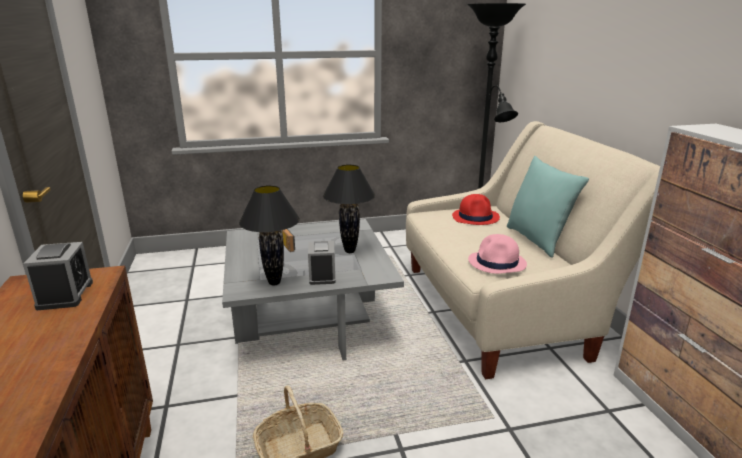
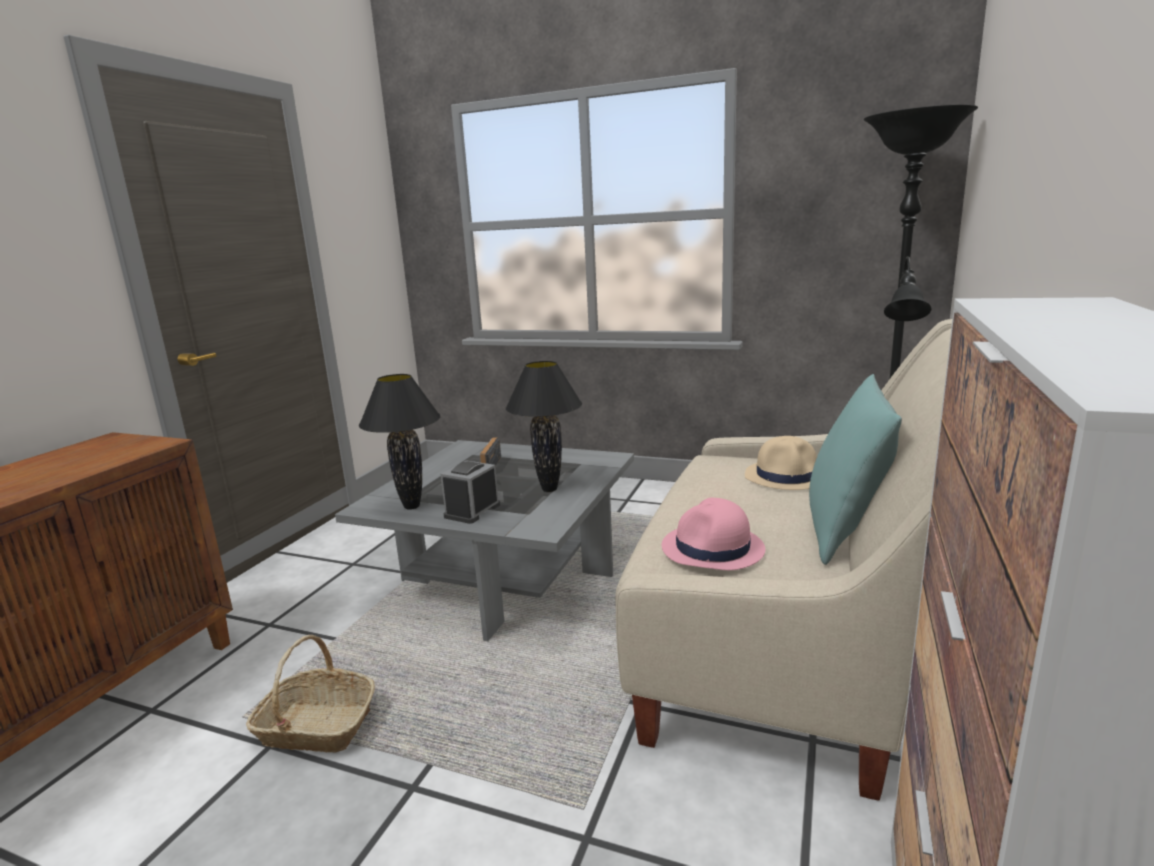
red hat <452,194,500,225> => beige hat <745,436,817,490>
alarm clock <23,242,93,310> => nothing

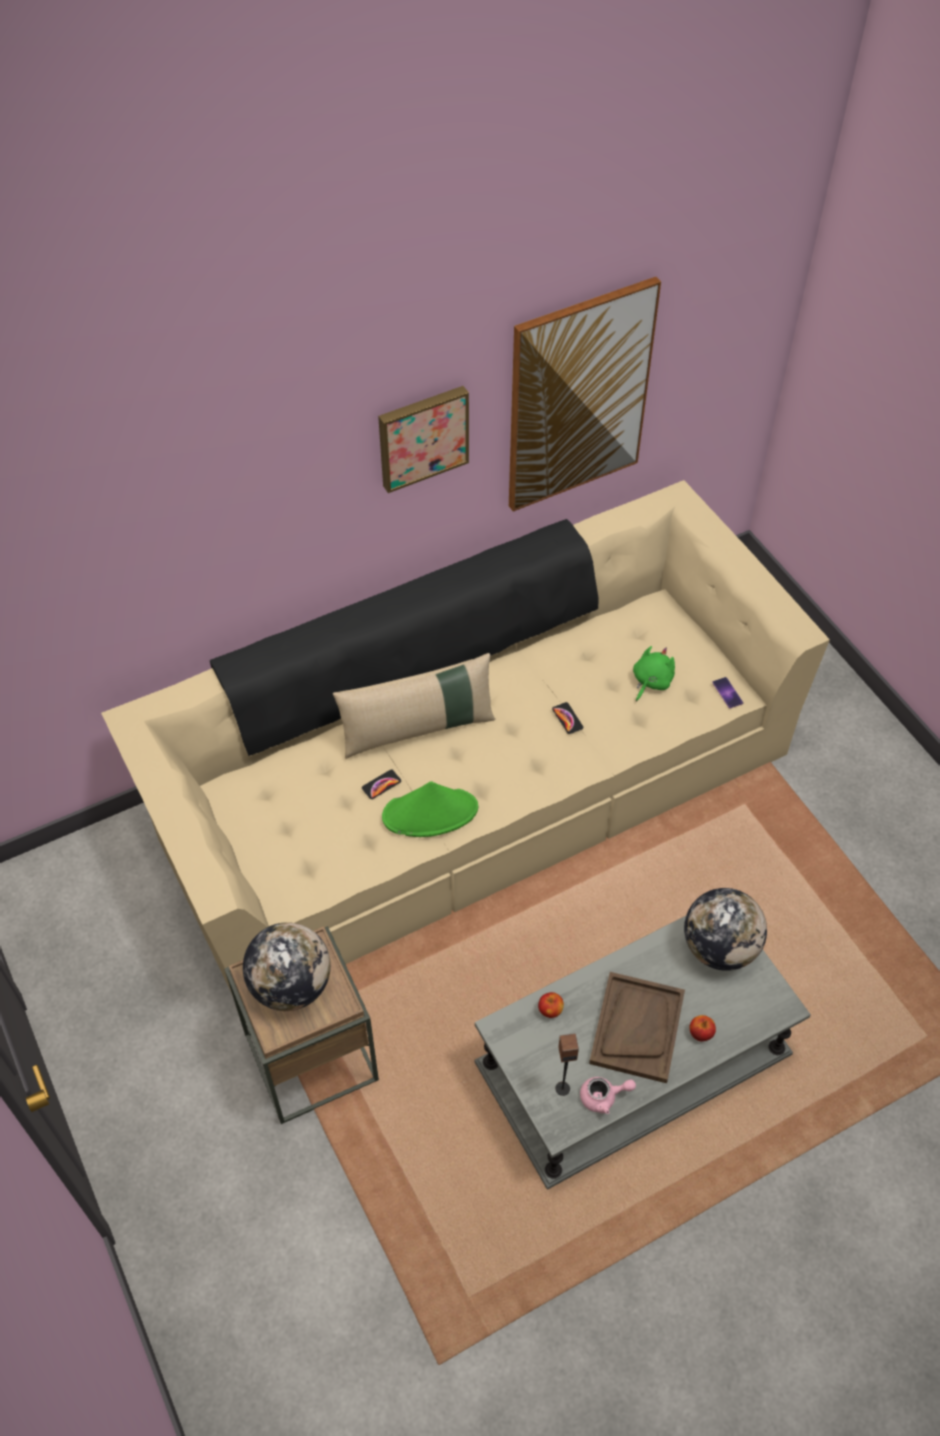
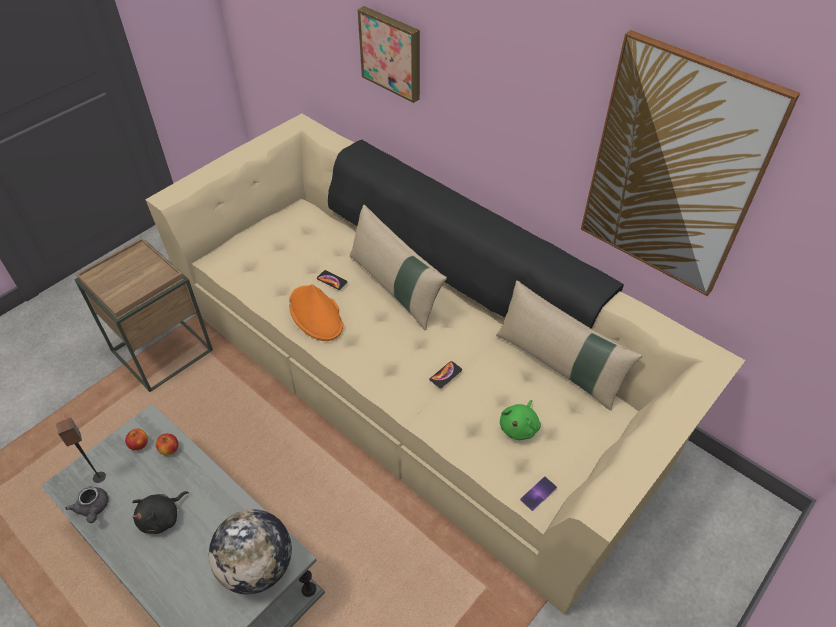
pink teapot <580,1077,636,1114> => grey teapot <65,486,108,523>
apple <689,1015,716,1041> => apple <125,429,148,451>, relocated
brown tray <589,972,685,1083> => black plush toy <132,491,189,534>
green hat <382,781,478,837> => orange hat <289,284,343,341>
picture <378,386,469,493> => picture <358,6,420,103>, relocated
nothing => beige pillow <496,280,642,411>
green plush toy <633,646,675,702> => green plush toy <499,400,541,440>, 105 degrees clockwise
globe <243,922,331,1011> => nothing

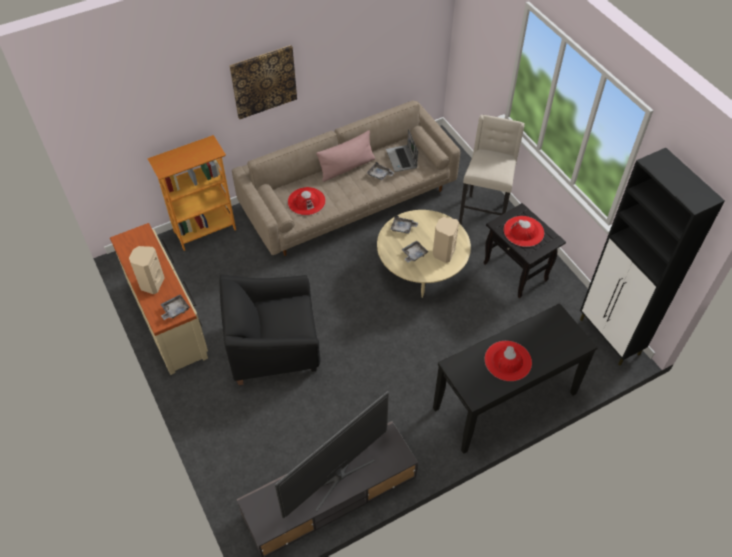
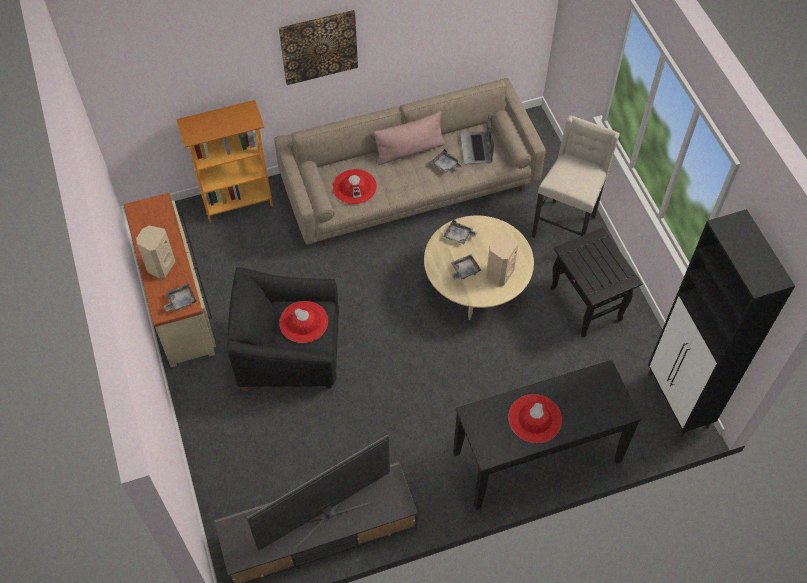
red hat <504,216,544,247> => red hat <279,301,328,343>, relocated

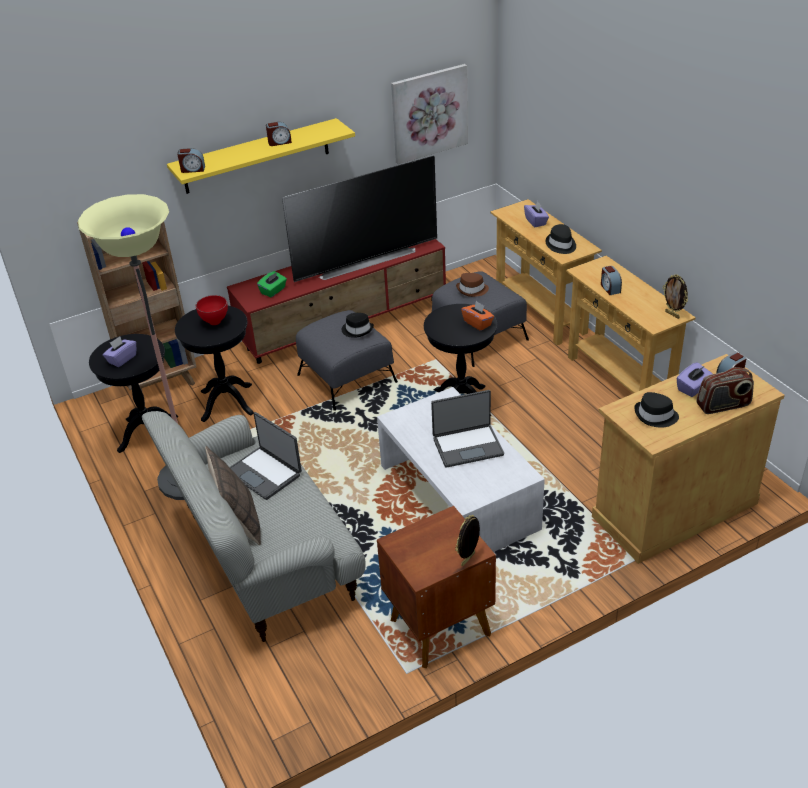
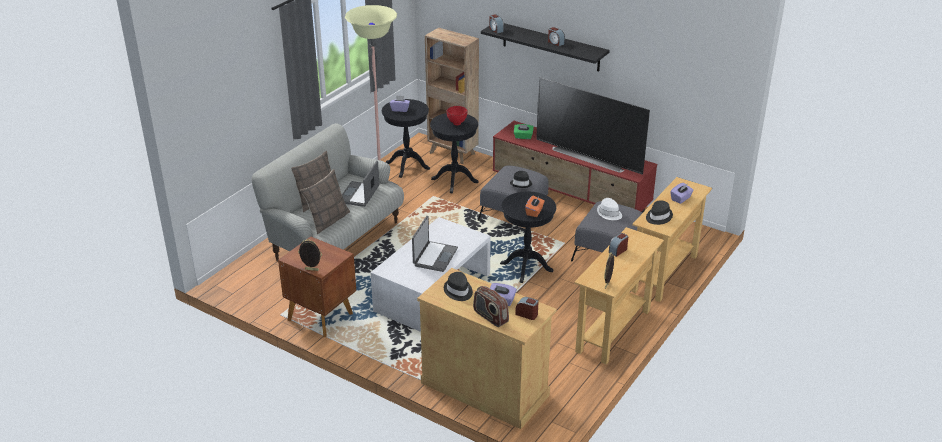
nothing => pillow <300,169,350,234>
laptop <431,390,504,468> => laptop <412,216,458,272>, 120 degrees counterclockwise
yellow shelf <167,118,355,194> => black shelf <481,23,610,71>
brown hat <456,273,489,297> => white hat <597,198,622,220>
picture <391,64,468,164> => nothing

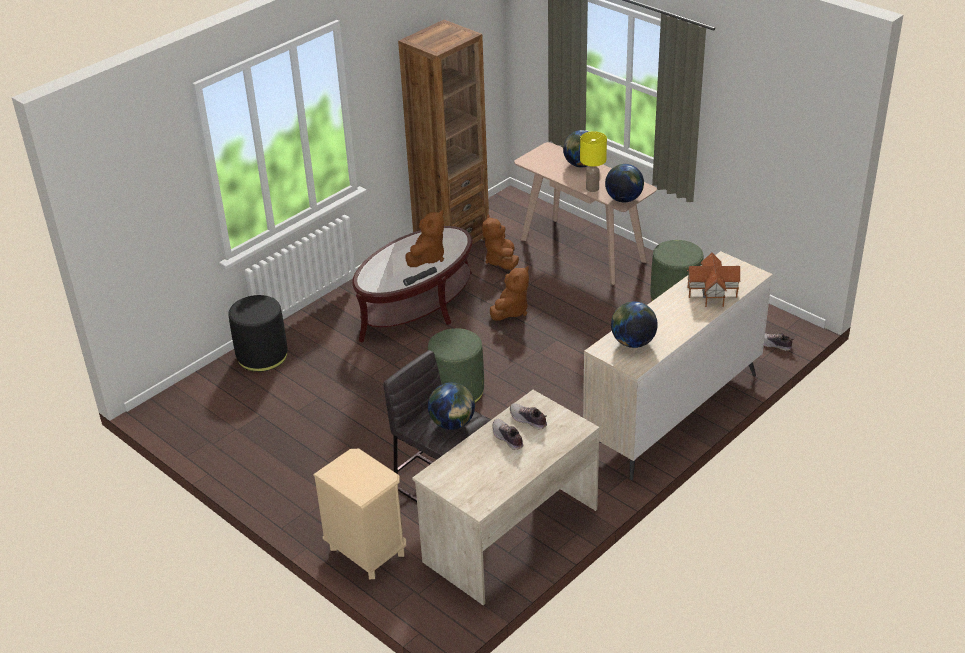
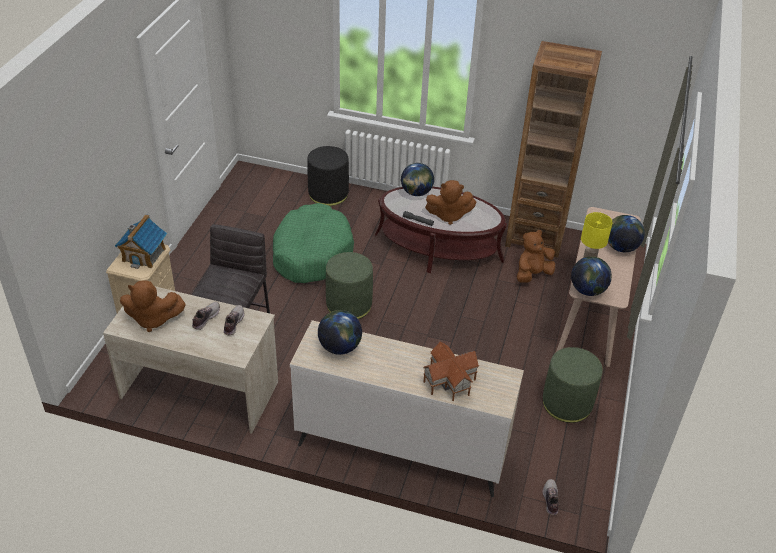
nothing => toy house <115,214,167,269>
brown plush toy <490,266,529,321> => brown plush toy <120,281,186,332>, relocated
nothing => green dog bed <273,203,354,283>
globe <428,382,475,430> => globe <401,163,434,196>, relocated

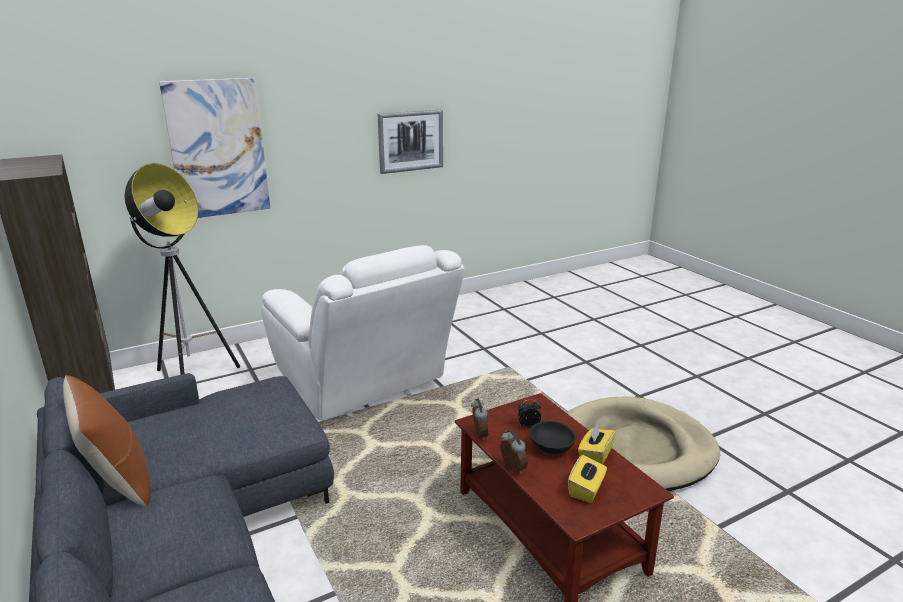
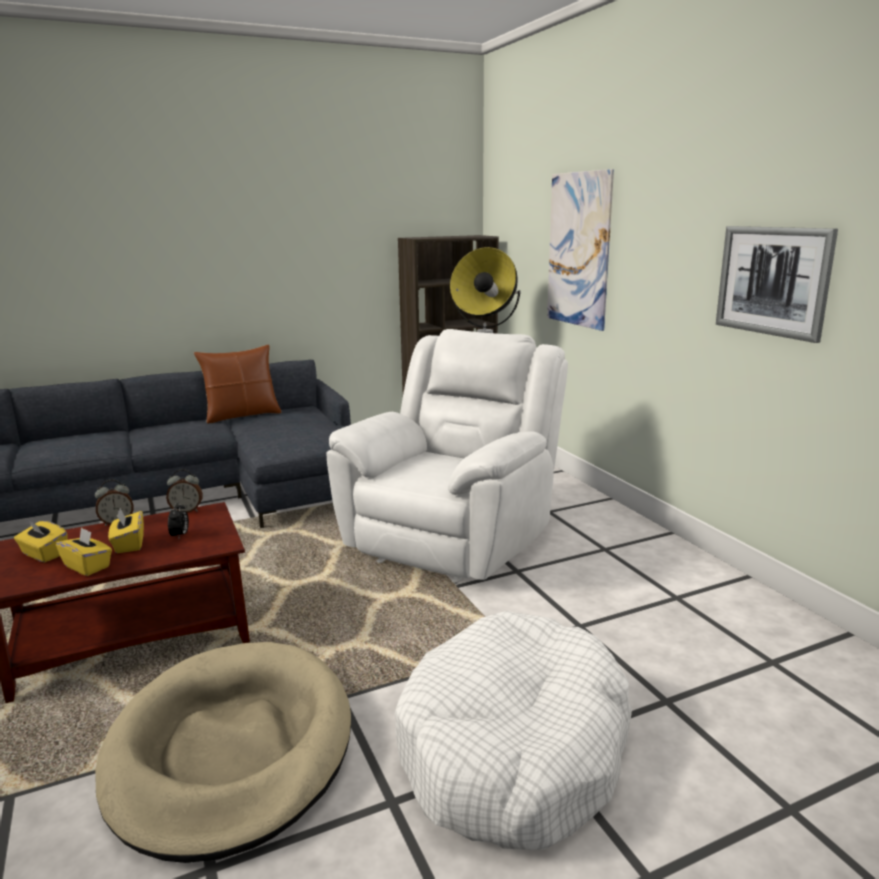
black bowl <529,421,575,454> => yellow tissue box <108,508,144,553>
white armchair <261,245,465,420> => white armchair <327,329,568,584>, 150 degrees clockwise
nothing => white dog bed <395,611,632,850>

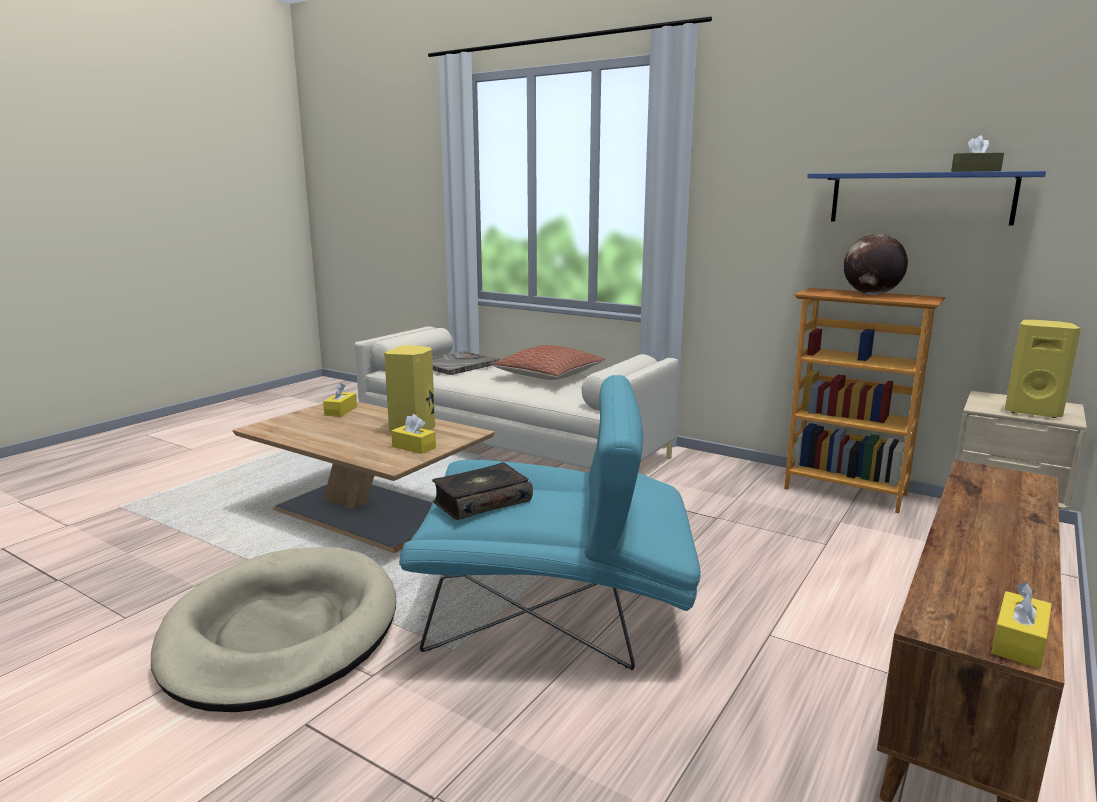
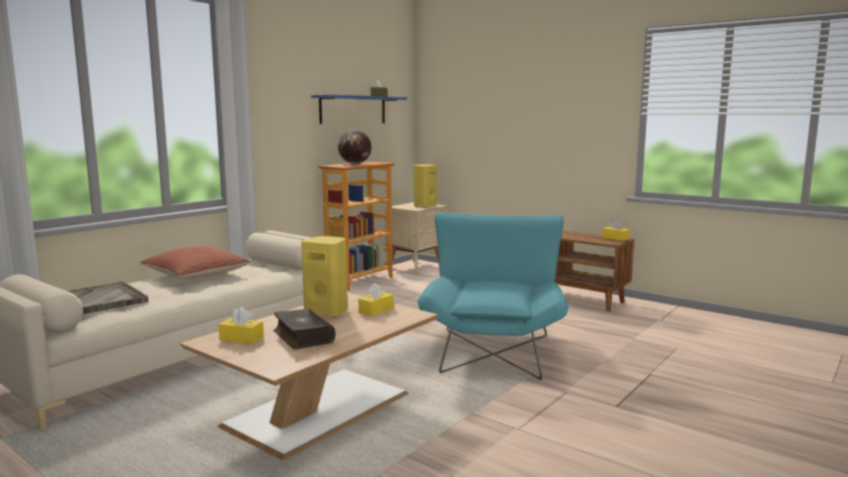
book <432,463,533,520> => book <274,309,336,349>, relocated
beige dog bed <151,547,396,712> => nothing

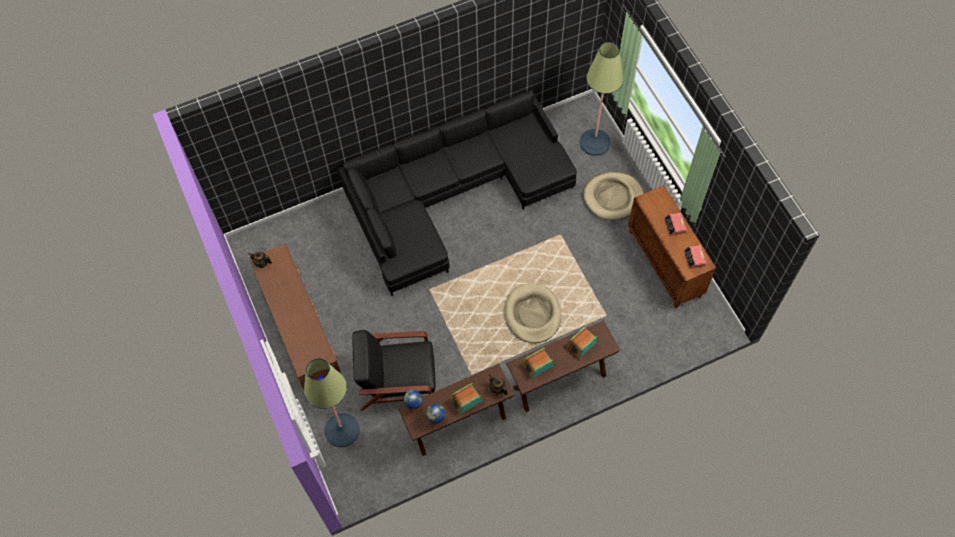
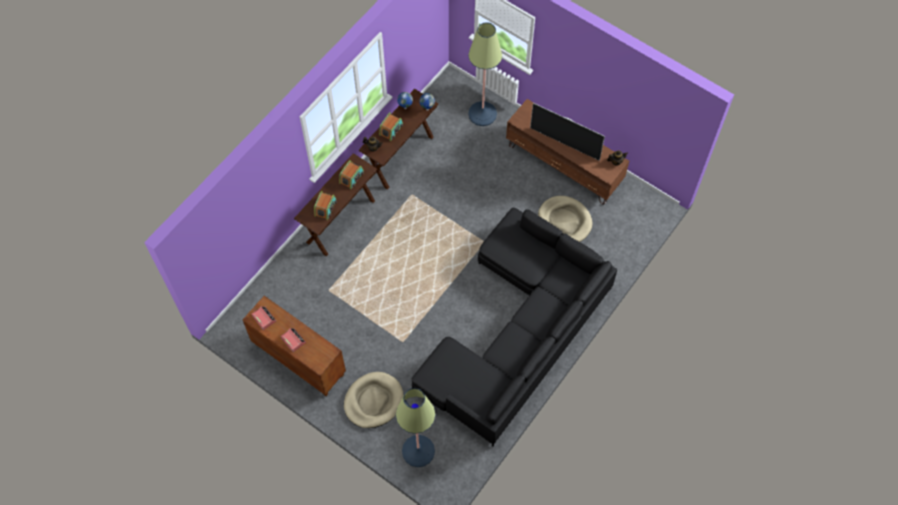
nothing => television <530,103,605,161>
beige dog bed <504,283,561,343> => beige dog bed <538,196,592,242>, relocated
black armchair <352,330,435,411> => nothing

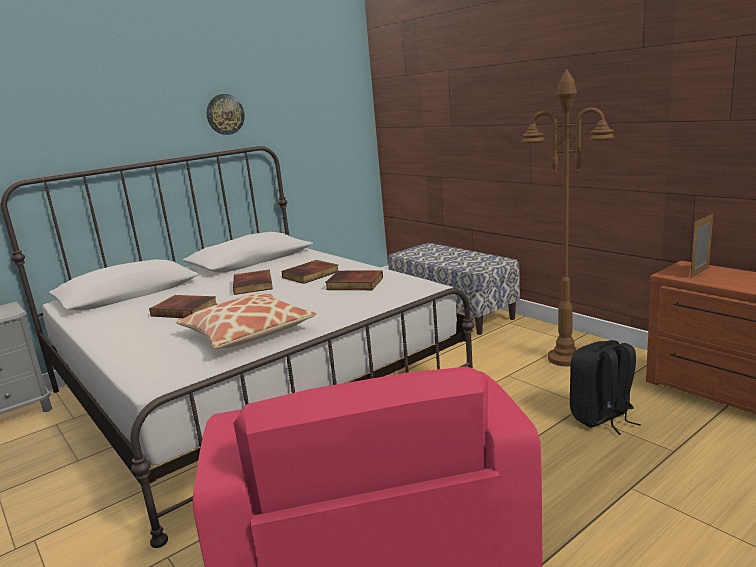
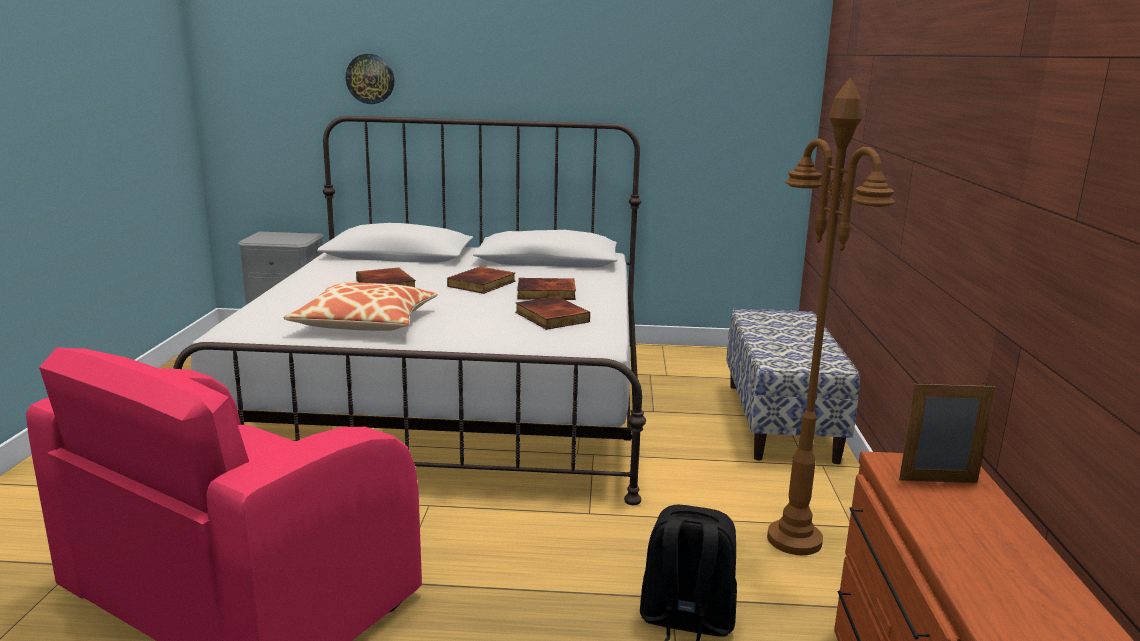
wall clock <206,94,245,135> => wall clock <346,54,394,104>, relocated

